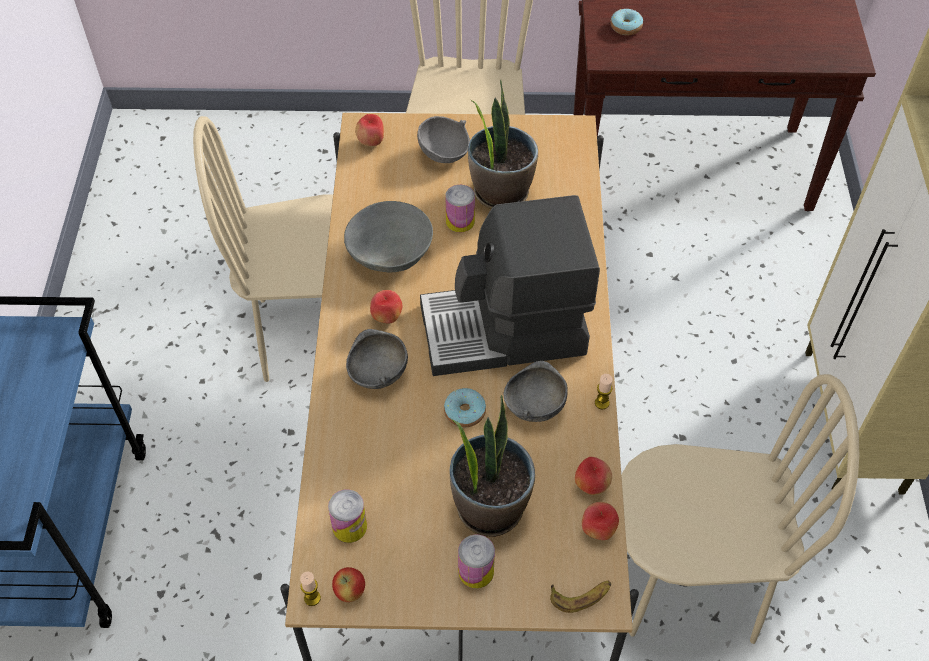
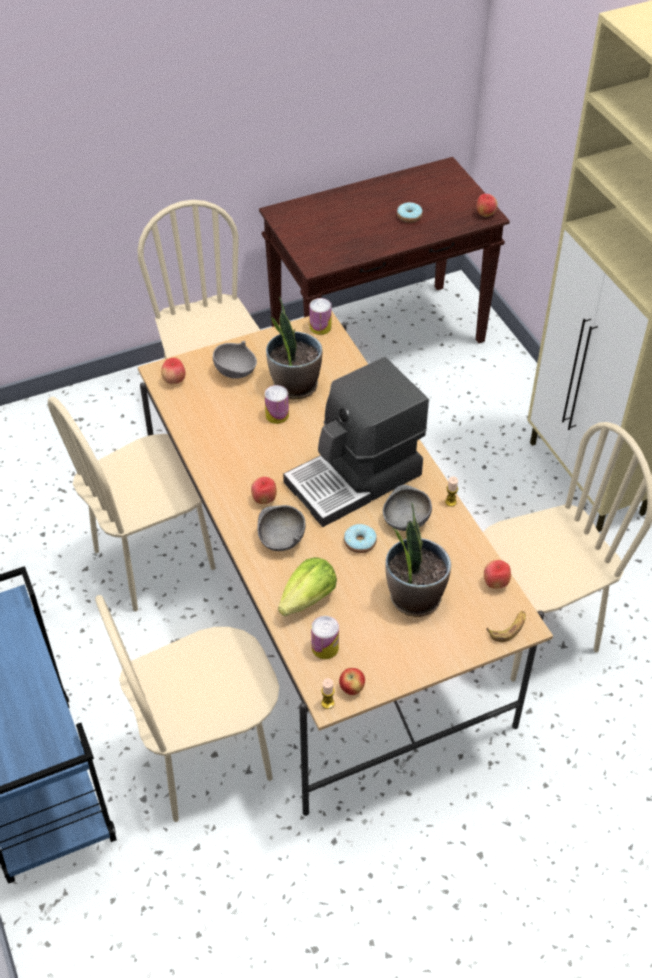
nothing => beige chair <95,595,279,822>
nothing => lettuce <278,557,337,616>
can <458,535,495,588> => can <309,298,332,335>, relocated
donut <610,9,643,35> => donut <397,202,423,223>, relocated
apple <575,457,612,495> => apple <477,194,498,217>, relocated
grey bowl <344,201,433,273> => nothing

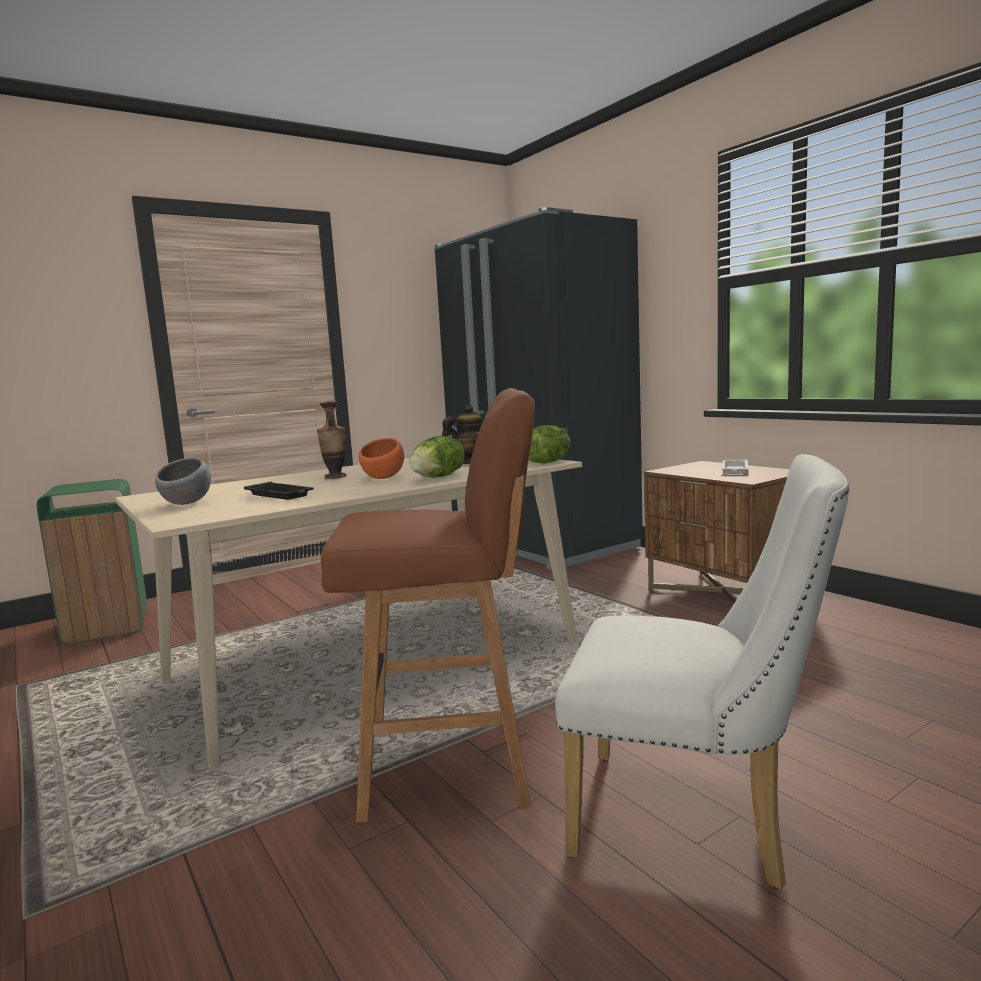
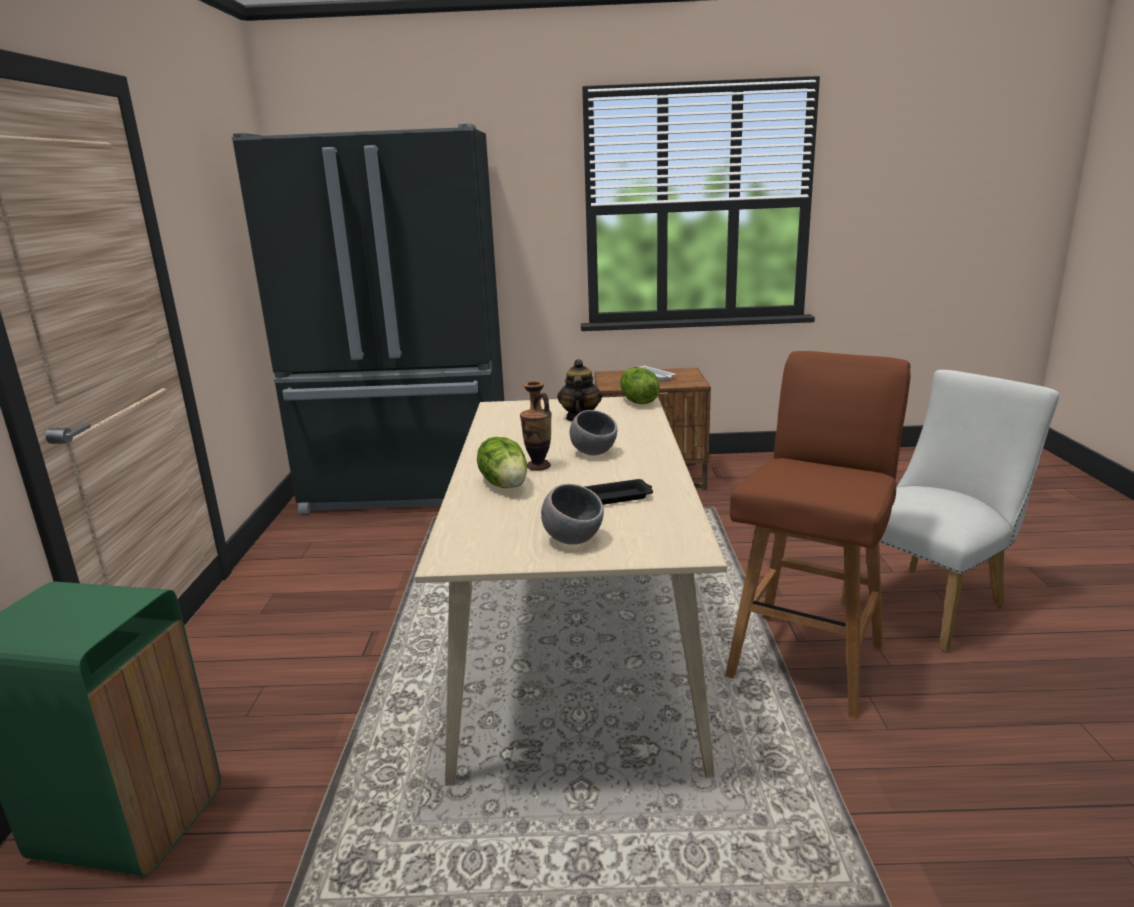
lettuce <409,436,465,477> => lettuce <477,437,527,488>, relocated
orange bowl <359,438,404,479> => grey bowl <570,410,617,456>

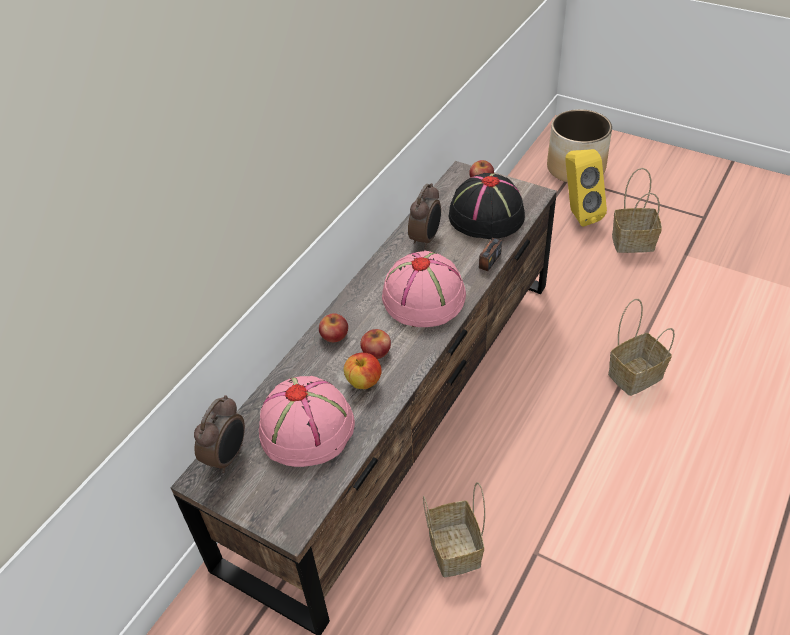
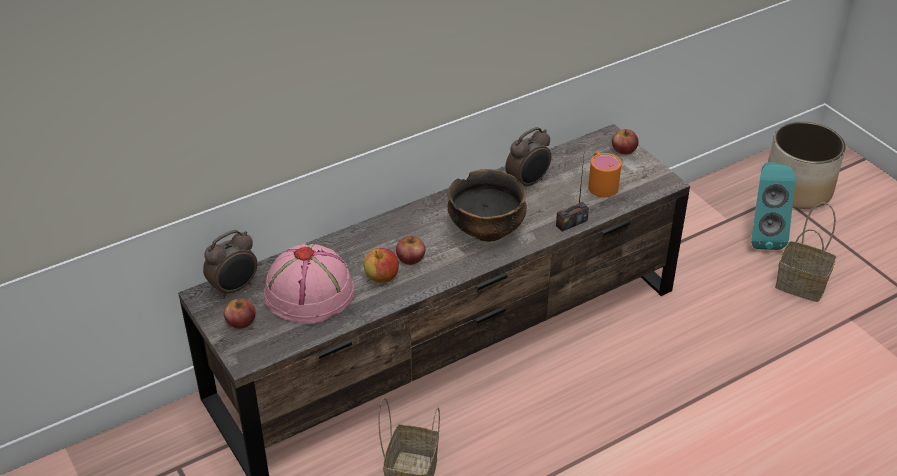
apple <319,313,348,342> => apple <224,298,256,329>, relocated
pink hat <382,250,466,327> => bowl <447,169,527,242>
black hat <449,173,525,239> => orange mug <588,151,622,197>
yellow speaker <565,149,607,227> => turquoise speaker <751,162,795,250>
basket <608,299,675,396> => nothing

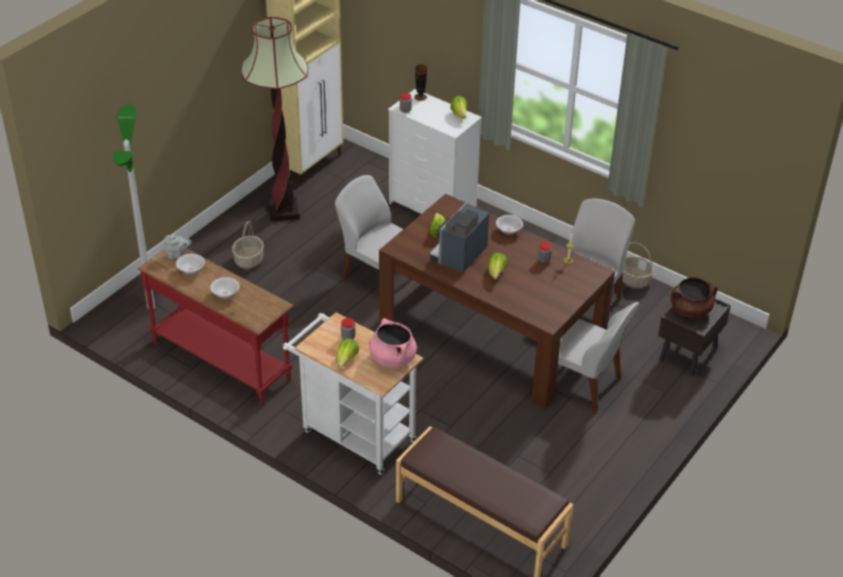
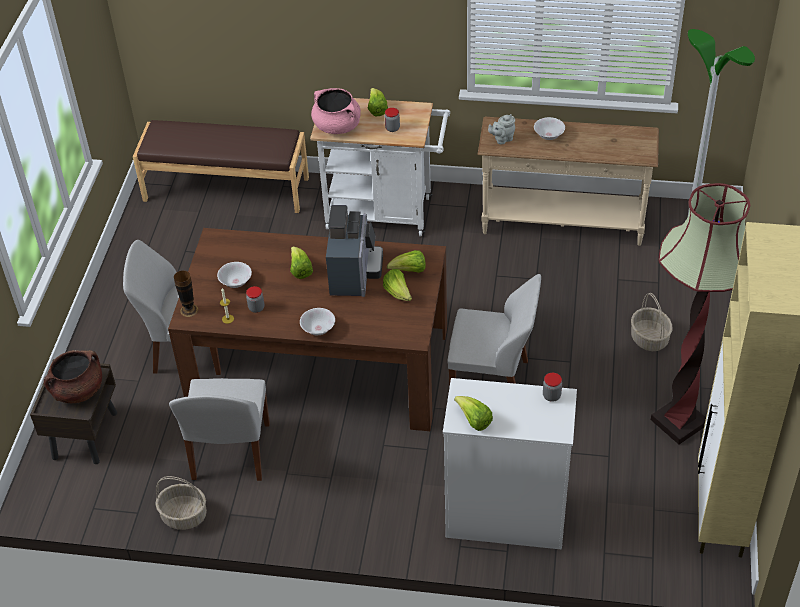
vase <414,64,427,101> => vase <174,271,199,317>, relocated
white bowl <176,254,205,274> => white bowl <217,262,252,288>, relocated
nothing => lettuce <387,250,426,273>
red console table <137,249,294,406> => beige console table <478,117,659,246>
grey teapot <164,234,192,259> => grey teapot <488,114,515,144>, relocated

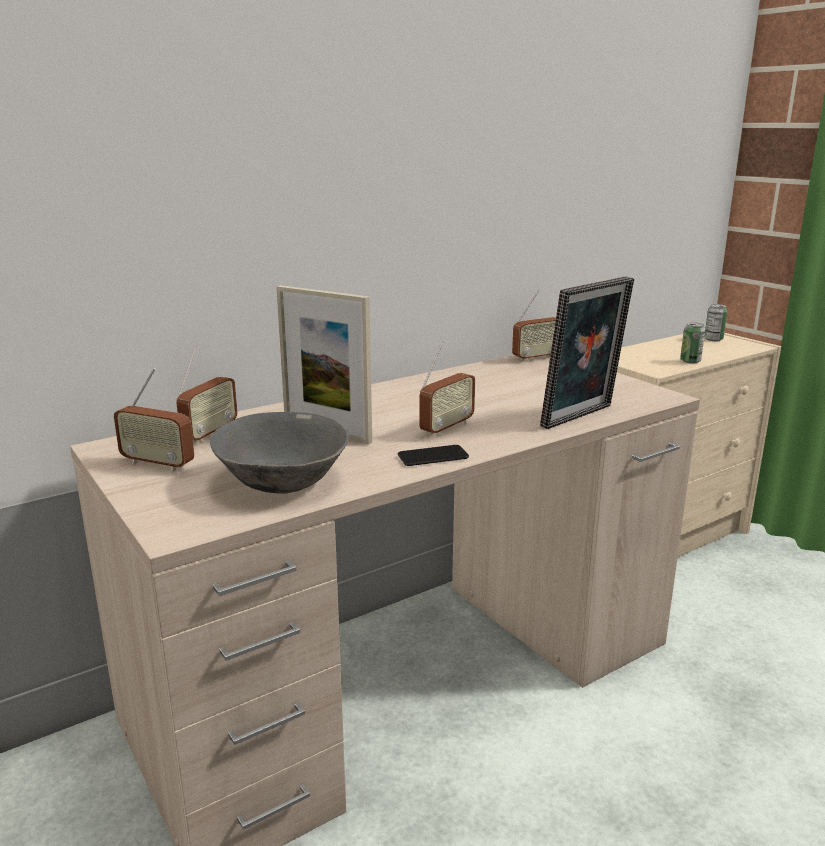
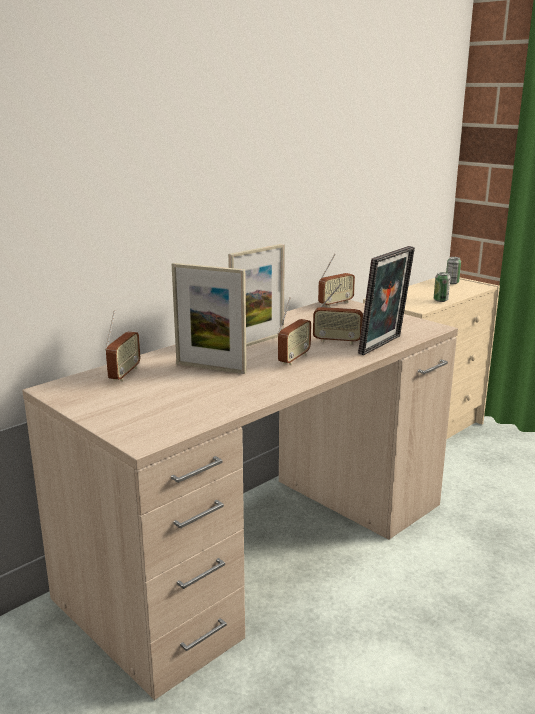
nothing => picture frame <228,244,285,347>
radio <114,368,194,472> => radio <313,283,363,345>, relocated
grey bowl <210,412,349,494> => nothing
phone <398,445,469,466> => nothing

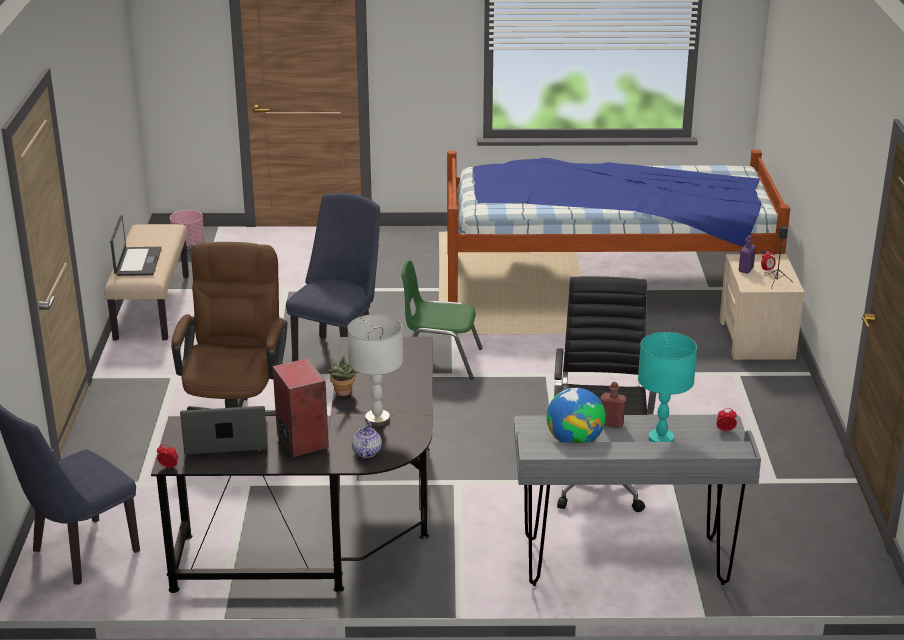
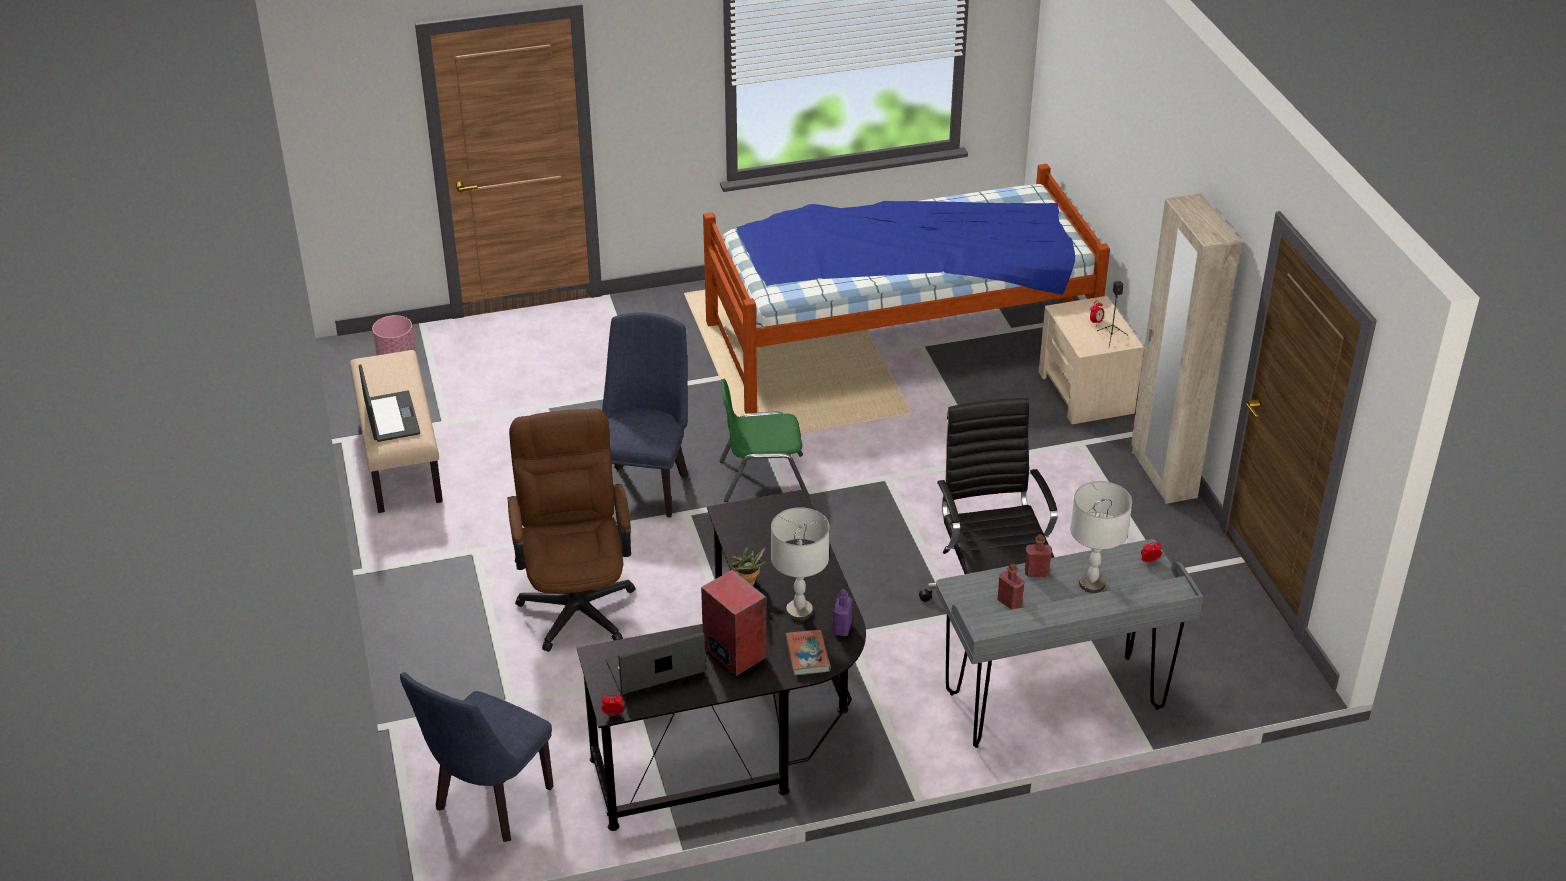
teapot <352,421,382,458> => book <785,630,831,676>
purple bottle <739,235,756,273> => purple bottle <833,589,852,636>, relocated
globe <547,388,606,443> => red bottle <997,563,1025,610>
turquoise table lamp <638,332,697,442> => grey table lamp <1070,481,1132,593>
nothing => beige wardrobe <1131,193,1241,504>

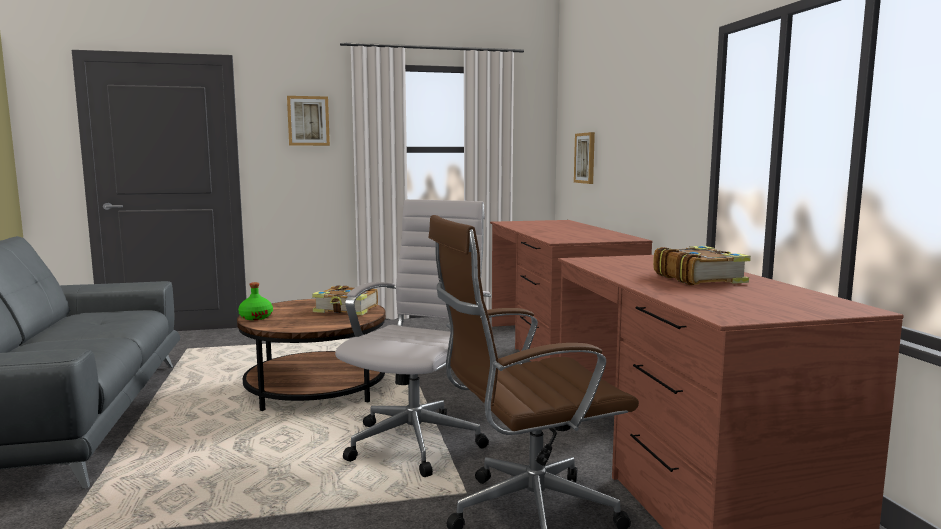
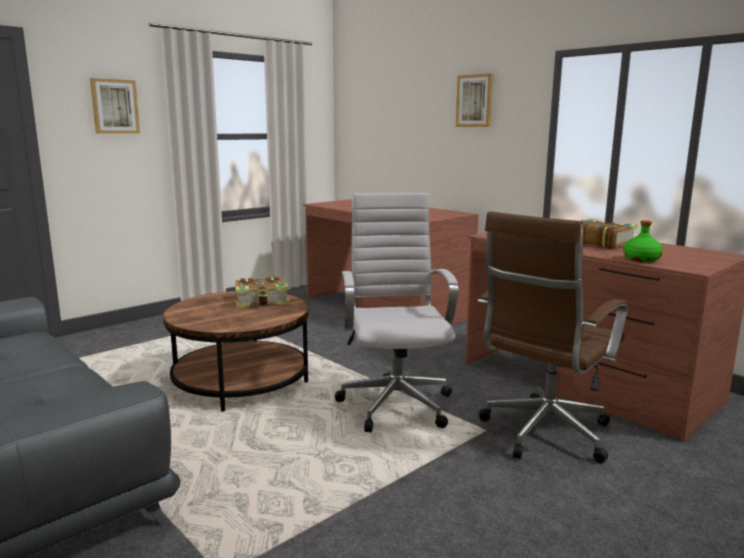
picture <574,132,595,184> => picture <456,73,493,127>, relocated
green bottle <238,282,273,320> => green bottle <623,220,663,262>, relocated

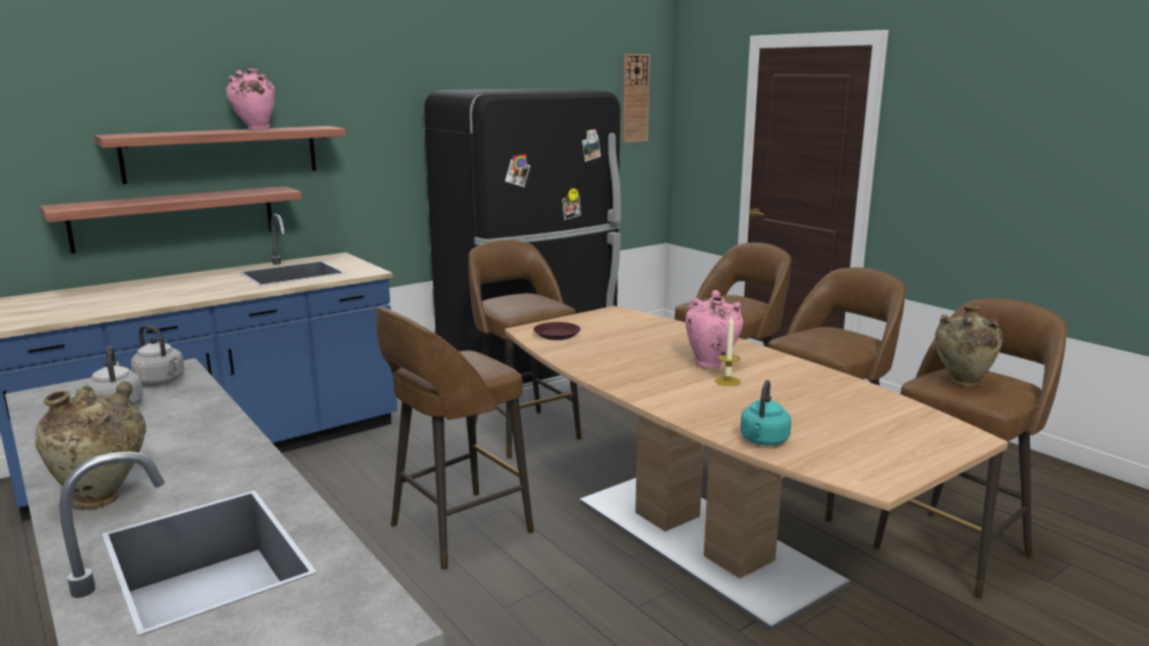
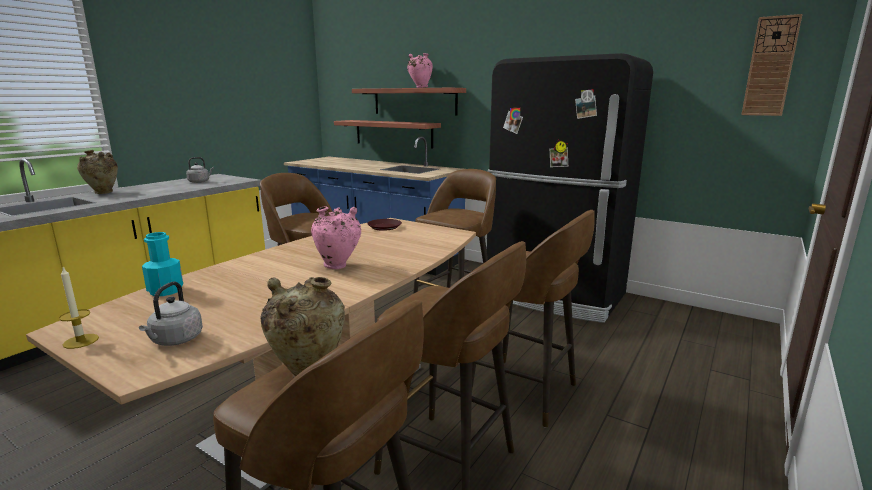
candle <715,315,741,386> => candle <59,267,99,349>, relocated
grey kettle <131,325,185,385> => grey kettle <139,281,203,346>, relocated
turquoise kettle <740,380,791,446> => turquoise bottle <142,232,183,296>

